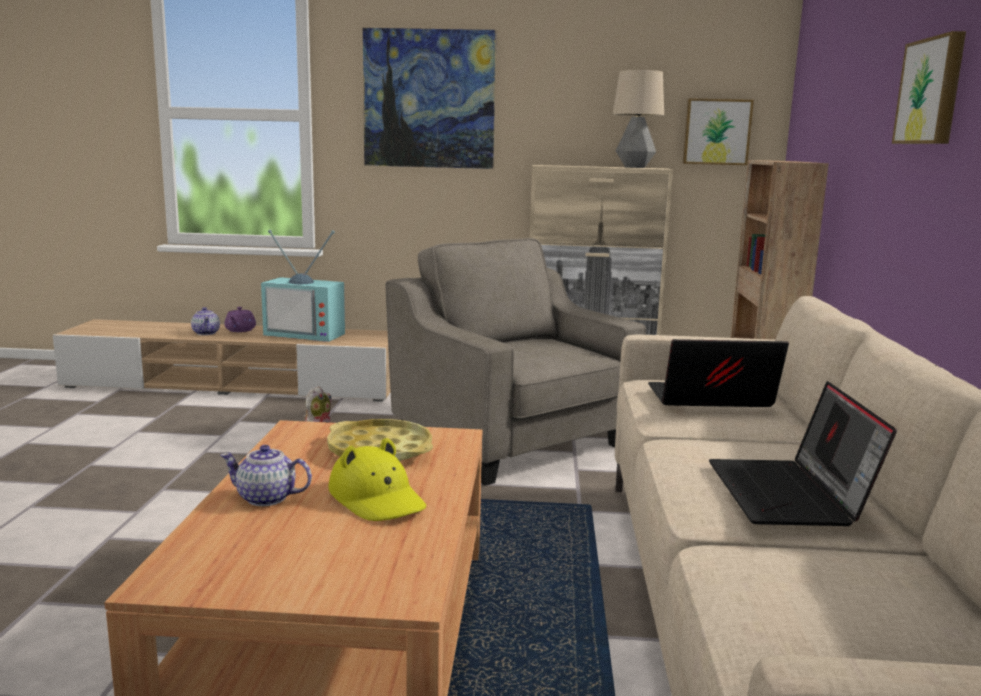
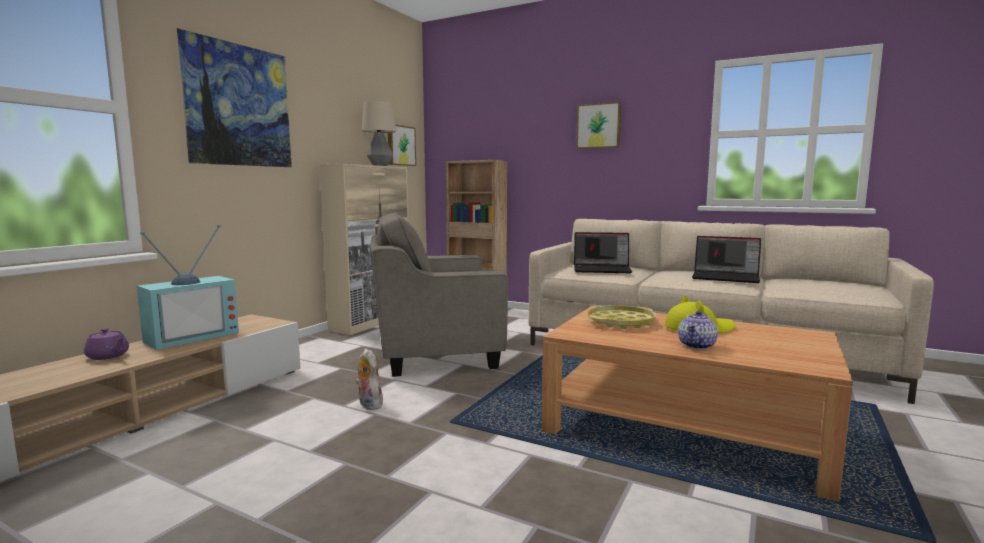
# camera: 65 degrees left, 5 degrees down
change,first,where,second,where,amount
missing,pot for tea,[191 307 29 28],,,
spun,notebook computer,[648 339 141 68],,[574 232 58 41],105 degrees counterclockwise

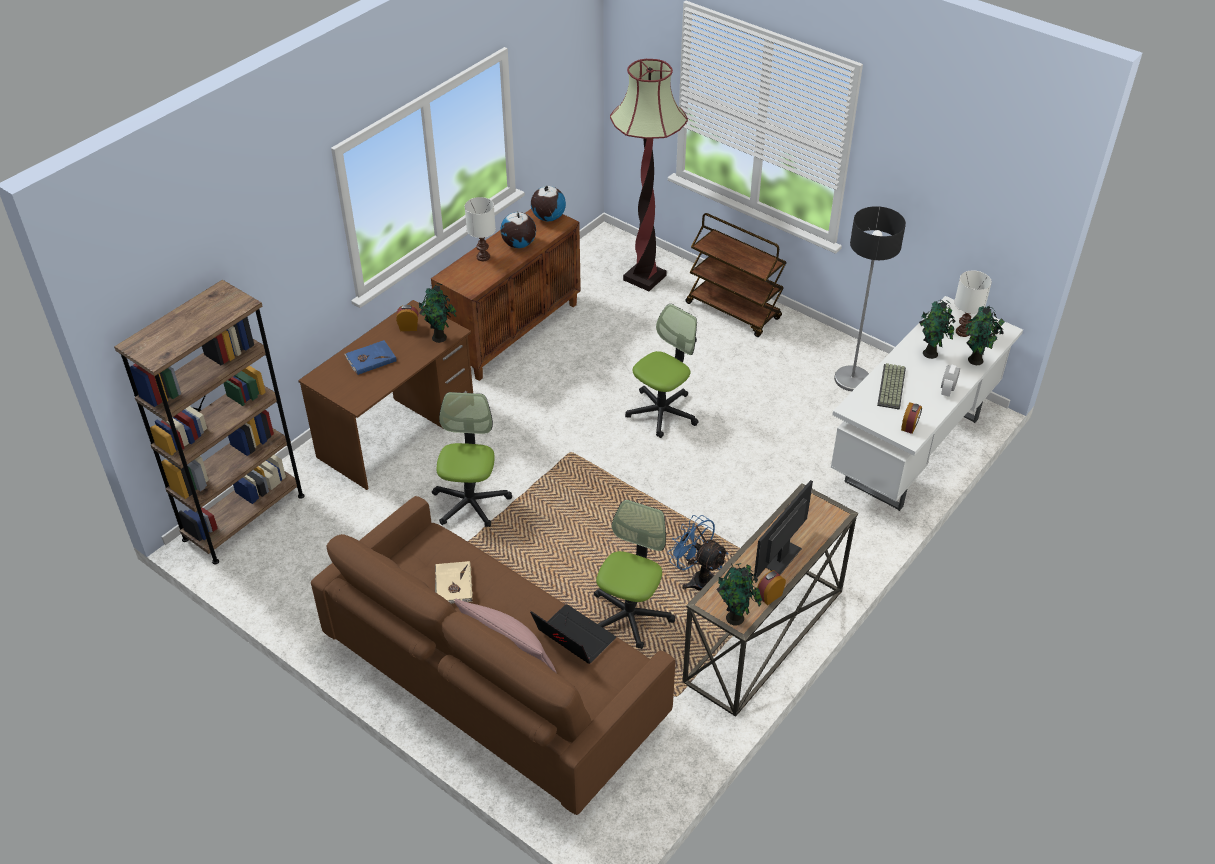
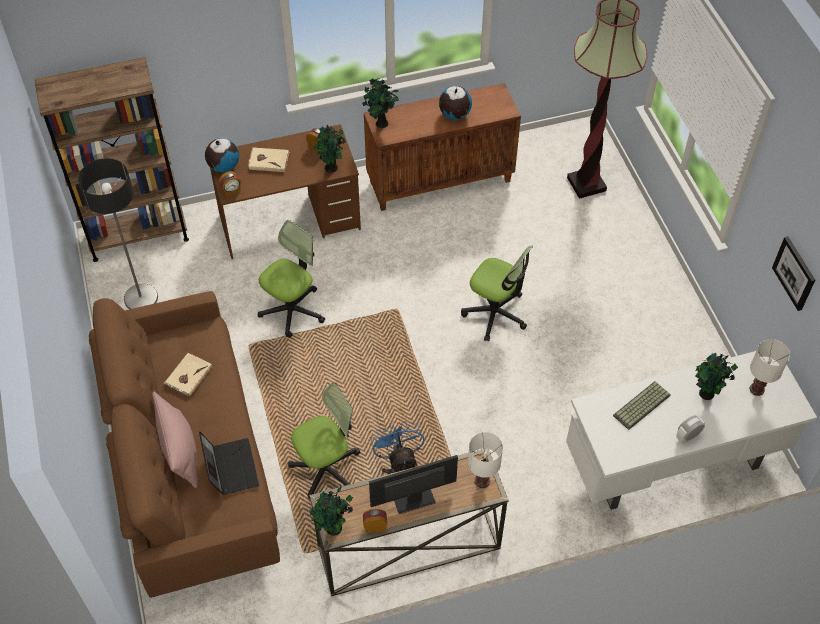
# camera: 35 degrees right, 10 degrees up
change,first,where,second,where,amount
missing,wheeled cart in brownish,[685 213 102 124],,,
appeared,,,wall picture,[772 236 43 75],
relocated,table lamp in white-coloured,[465 197 31 64],,[468 432 35 56],
relocated,world globe,[531 185 35 36],,[205 138 34 34],
relocated,floor lamp,[834 206 72 185],,[78 158 80 151],
relocated,table clock,[901 403 21 31],,[219 171 22 25],
relocated,potted plant,[965 306 40 59],,[362 78 37 50],
colour,volume in blue-coloured,[344 340 53 35],volume in sand-coloured,[248 147 41 25],
spun,desk chair,[625 304 74 134],,[461 245 72 96],45 degrees clockwise

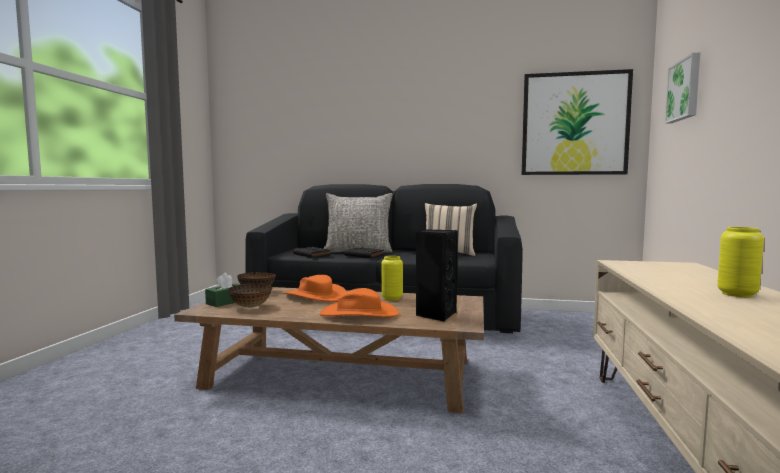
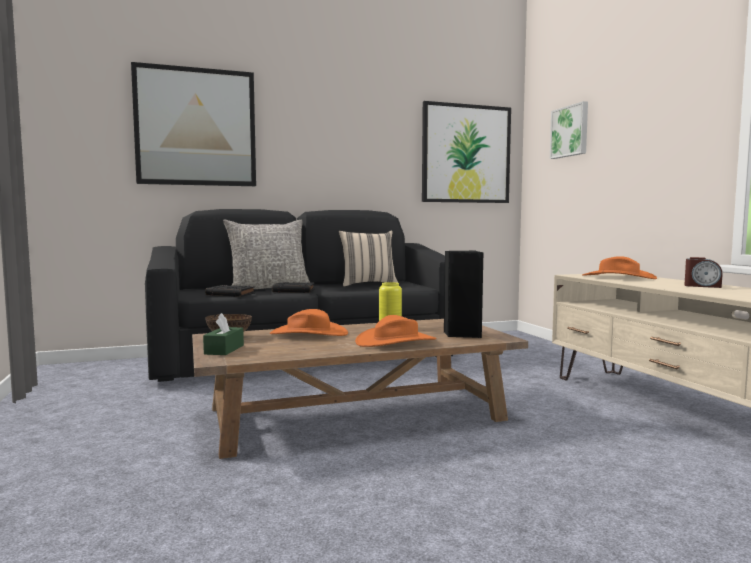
# camera: 30 degrees left, 0 degrees up
change,first,where,second,where,amount
missing,serving bowl,[228 283 44 25],,,
appeared,,,wall picture,[131 62 125 124],
appeared,,,hat in orange,[582 256 75 23],
exchanged,flower vase in yellow,[717 227 47 70],table clock,[684 257 38 31],

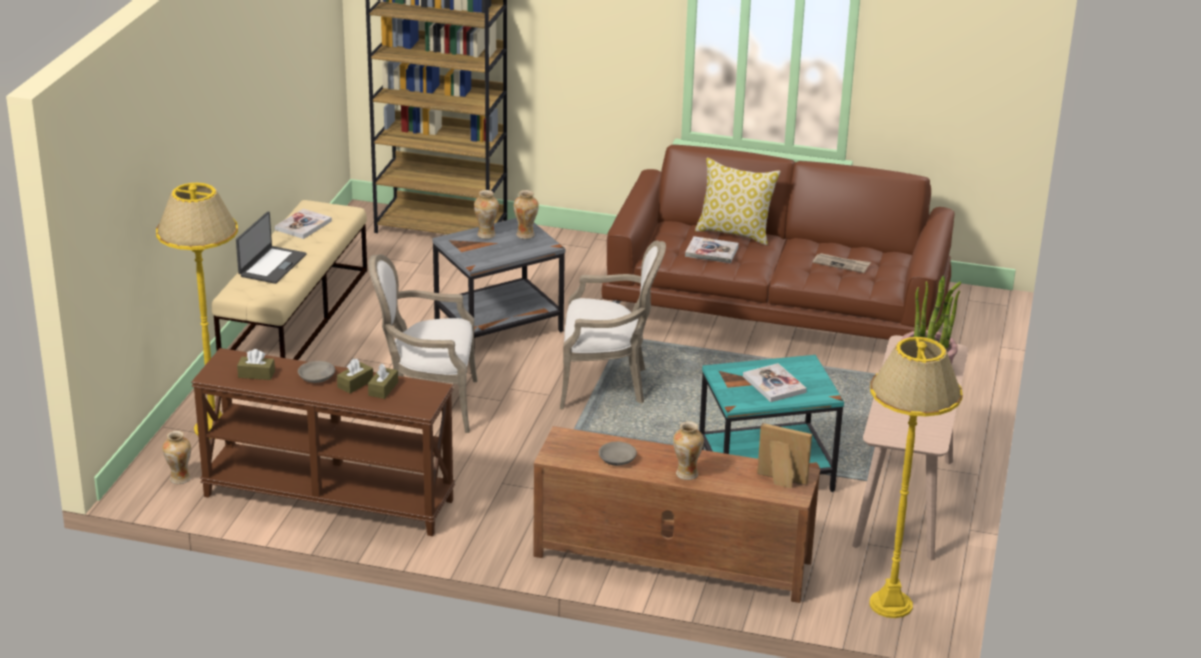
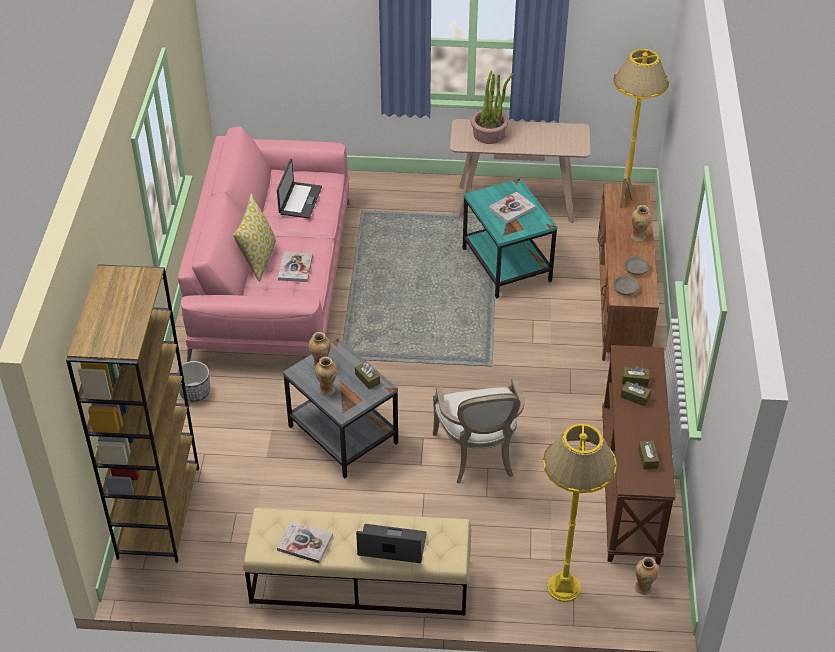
# camera: 100 degrees left, 15 degrees up
change,first,where,second,where,amount
missing,easy chair,[560 240 106 169],,,
appeared,,,flower pot,[175 361 35 41],
appeared,,,box of tissues in brownish,[355 362 25 27],
relocated,serving bowl in gray,[298 361 37 22],,[613 276 26 19],
exchanged,printed paper,[813 253 58 20],notebook computer,[277 159 45 59],
colour,settee in brownish,[601 145 353 195],settee in pink,[178 126 172 236],

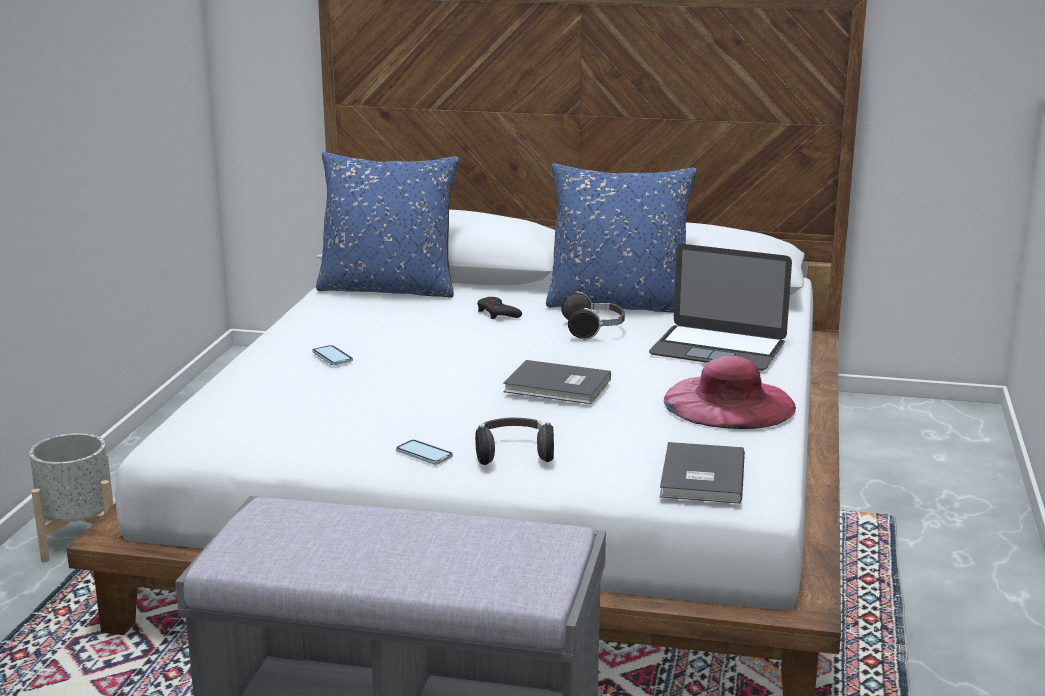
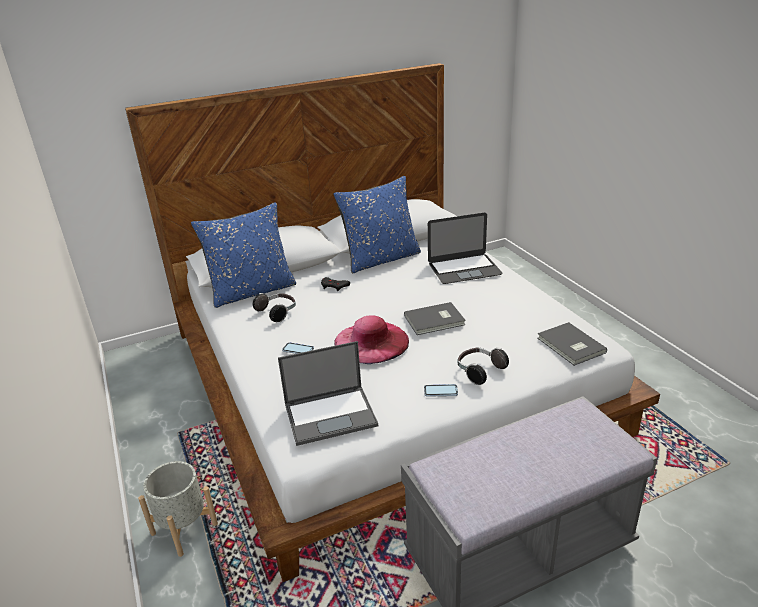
# camera: 35 degrees left, 10 degrees up
change,first,where,second,where,amount
appeared,,,notebook computer,[278 341 100 105],
relocated,headphones,[561 291 64 49],,[253 293 43 29],
relocated,hat in pink,[664 356 132 73],,[334 315 75 49],

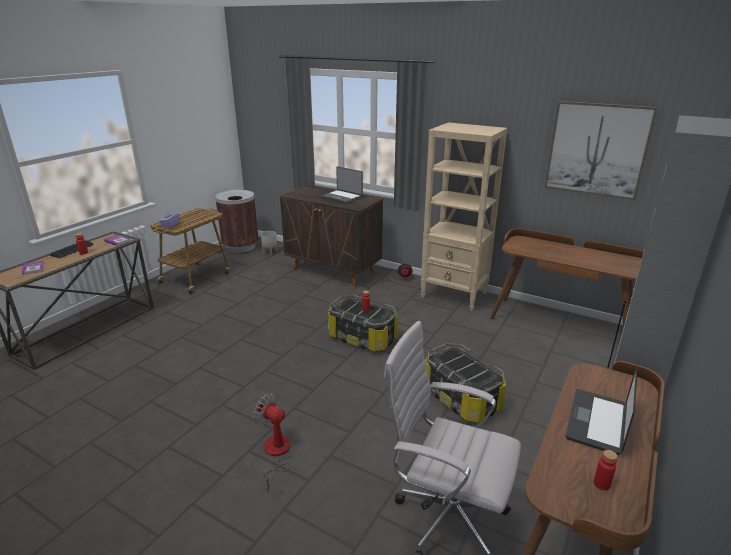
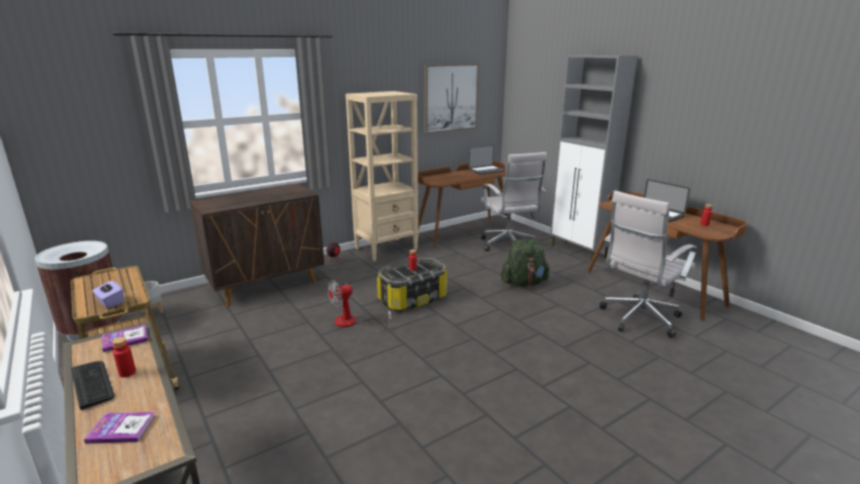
# camera: 65 degrees left, 5 degrees down
change,first,where,second,where,amount
appeared,,,desk chair in white-coloured,[481 152 66 99],
relocated,electric fan,[253 393 39 98],,[328 280 63 52],
relocated,notebook computer,[322 166 41 38],,[469 145 36 30],
exchanged,storage bin,[425 343 81 79],knapsack in green-coloured,[501 239 49 48],

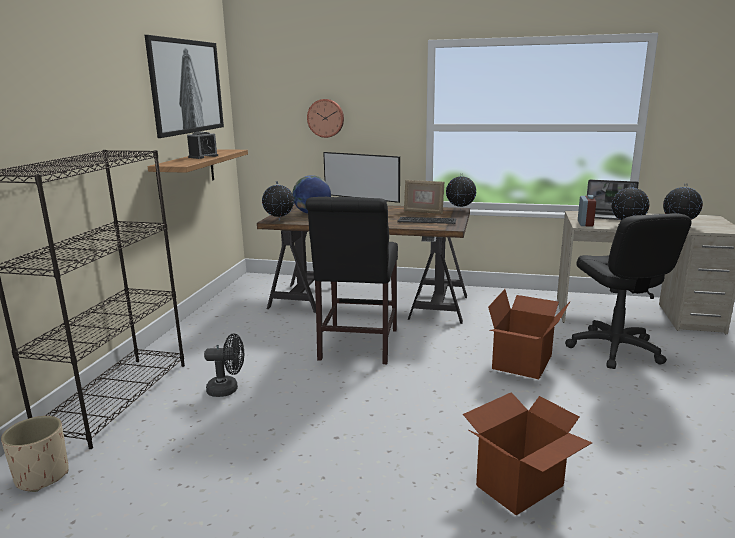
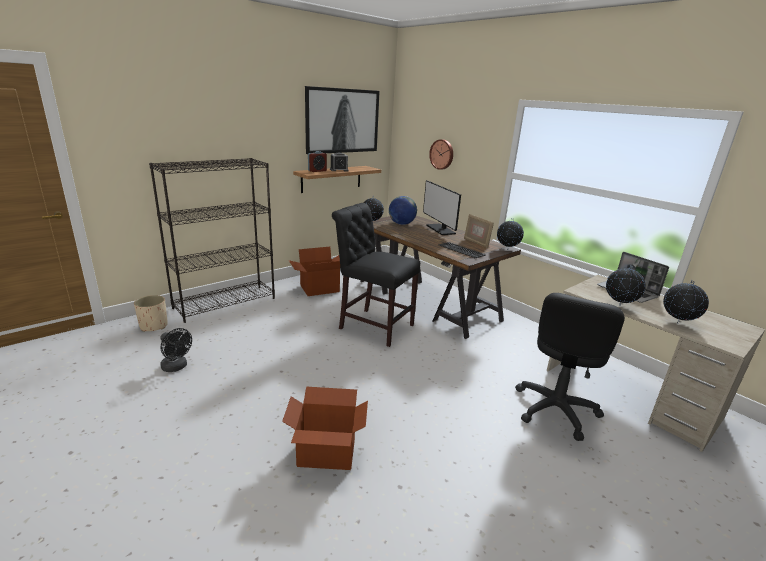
# camera: 35 degrees right, 5 degrees up
change,first,where,second,where,amount
relocated,electric fan in black-coloured,[204 333 40 64],,[160 328 32 44],
relocated,carton,[488 289 82 90],,[288 247 52 49],
relocated,table clock,[578 195 18 32],,[308 151 19 21],
spun,upright chair in black-coloured,[306 197 92 167],,[332 203 88 144],75 degrees clockwise

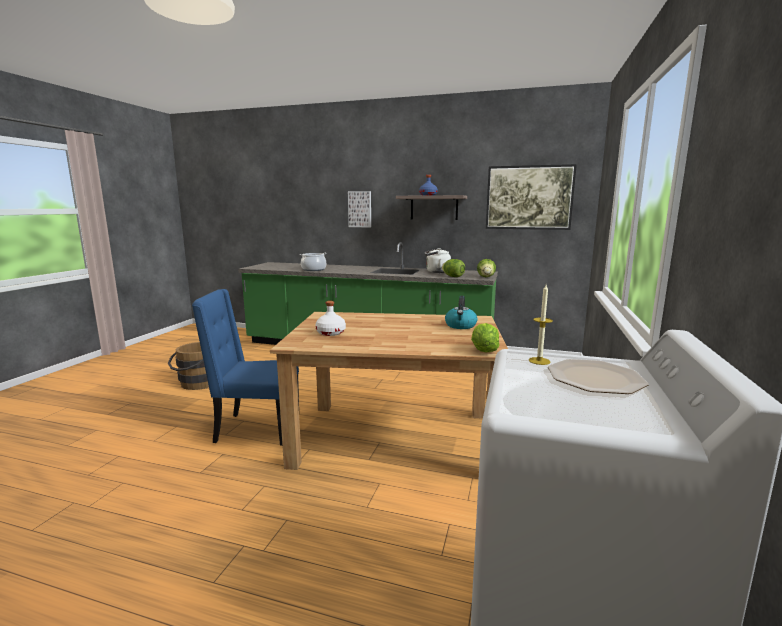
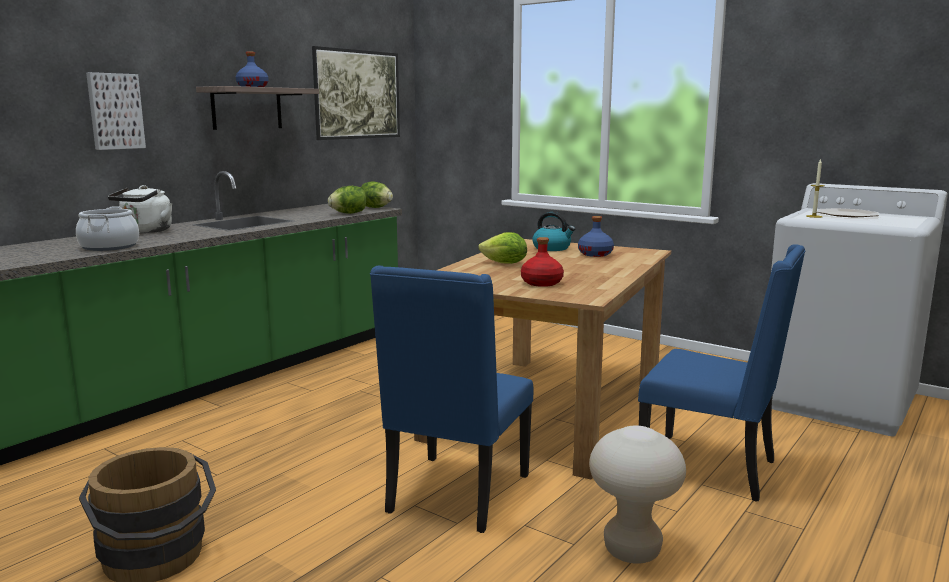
# camera: 70 degrees left, 0 degrees up
change,first,where,second,where,amount
appeared,,,beverage bottle in blue-coloured,[578 216 36 41],
appeared,,,sitting stool in sand-coloured,[589 426 97 138],
appeared,,,upright chair in blue-coloured,[638 244 168 257],
relocated,water kettle in white-coloured,[425 248 26 25],,[108 185 64 48],
relocated,lettuce head,[471 323 29 30],,[478 232 49 32],
colour,beverage bottle in white-coloured,[315 301 31 35],beverage bottle in reddish,[521 237 43 50],

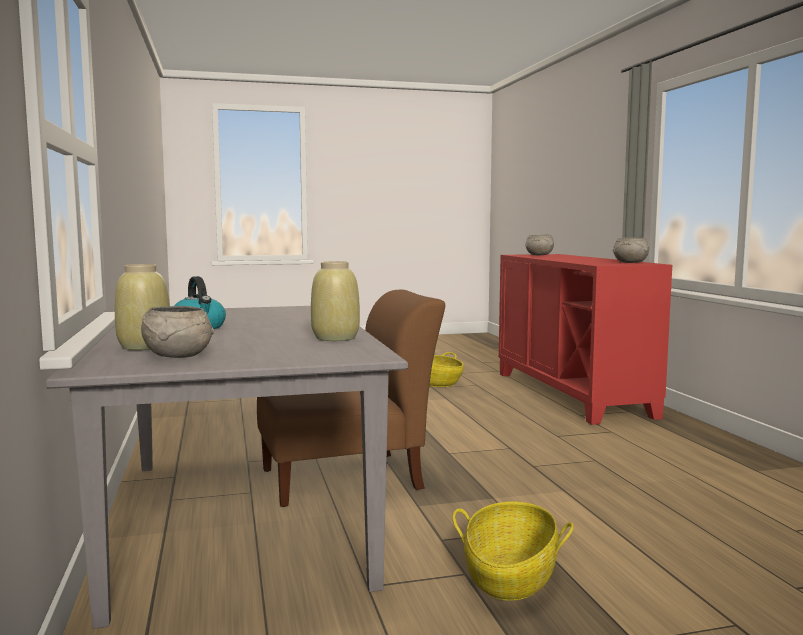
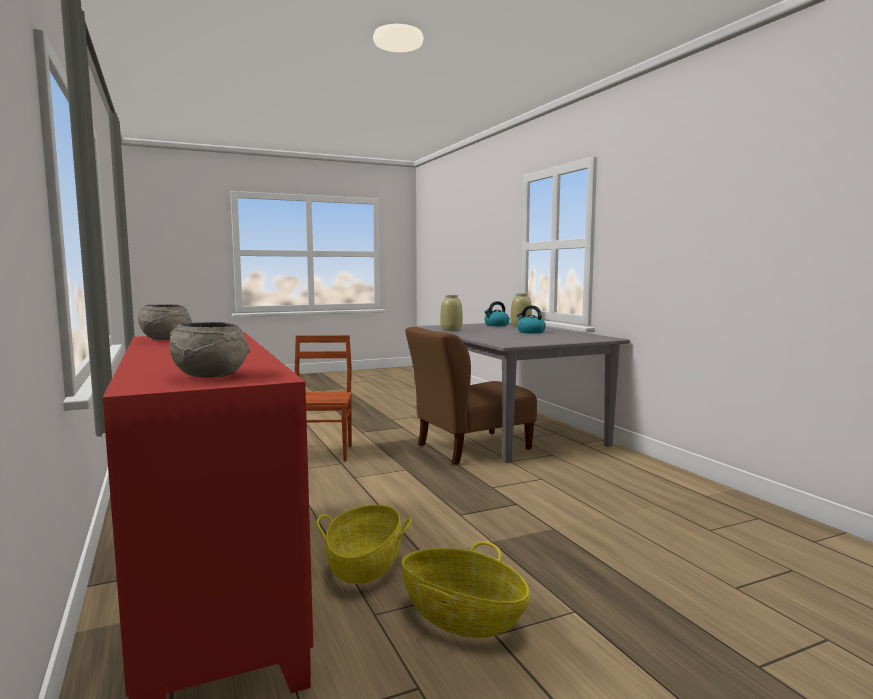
# camera: 170 degrees right, 0 degrees up
change,first,where,second,where,amount
appeared,,,upright chair in brownish,[295 335 57 126],
relocated,storage basket,[452 501 122 100],,[316 505 95 79],
exchanged,serving bowl in gray,[141 306 73 52],water kettle,[484 301 26 25],

